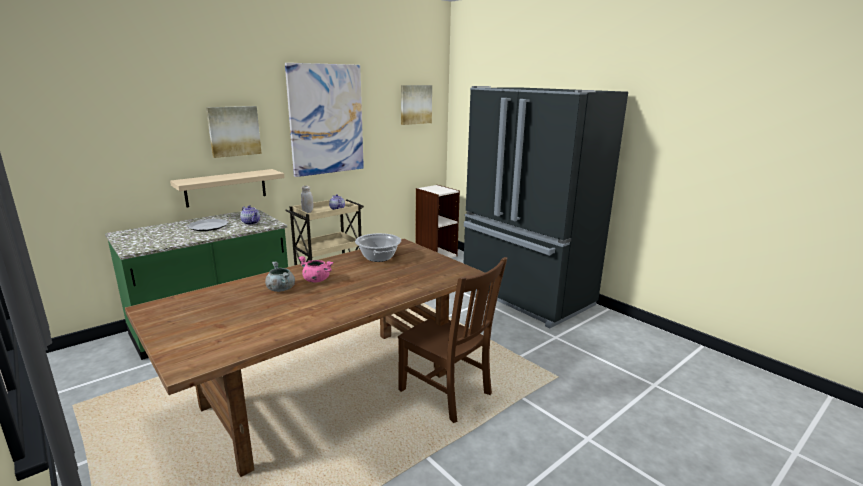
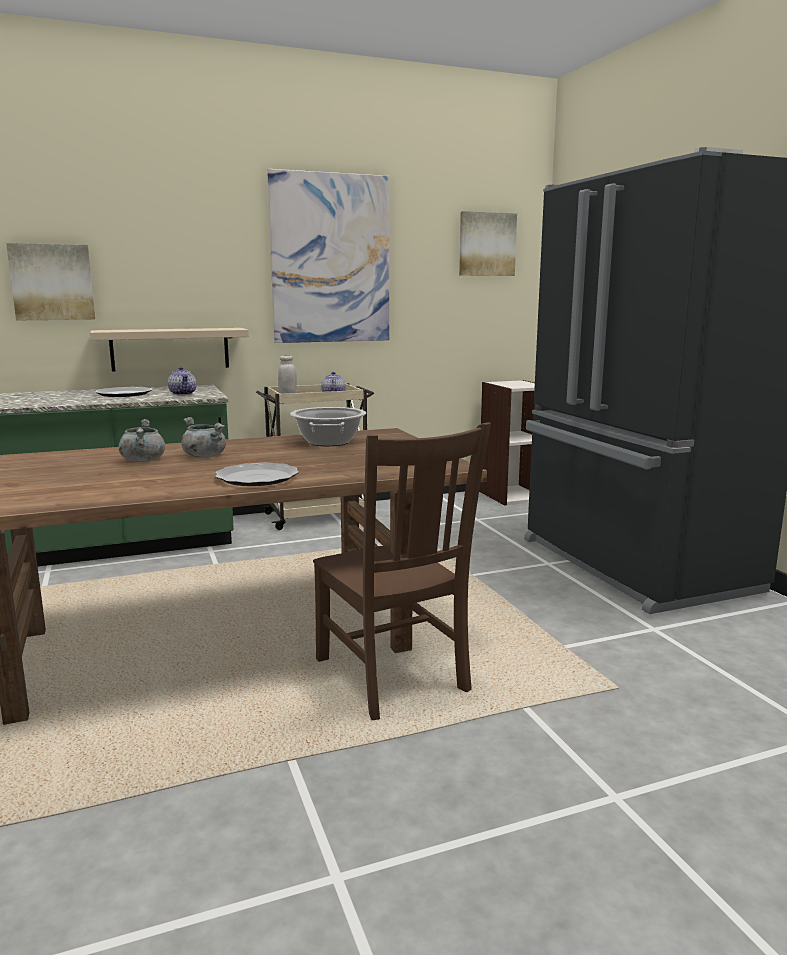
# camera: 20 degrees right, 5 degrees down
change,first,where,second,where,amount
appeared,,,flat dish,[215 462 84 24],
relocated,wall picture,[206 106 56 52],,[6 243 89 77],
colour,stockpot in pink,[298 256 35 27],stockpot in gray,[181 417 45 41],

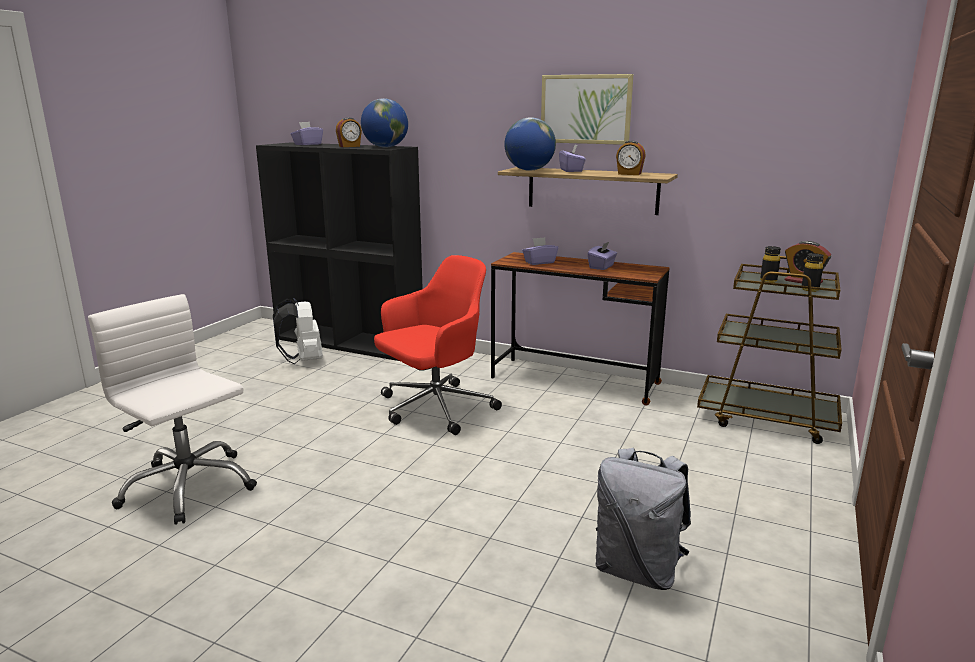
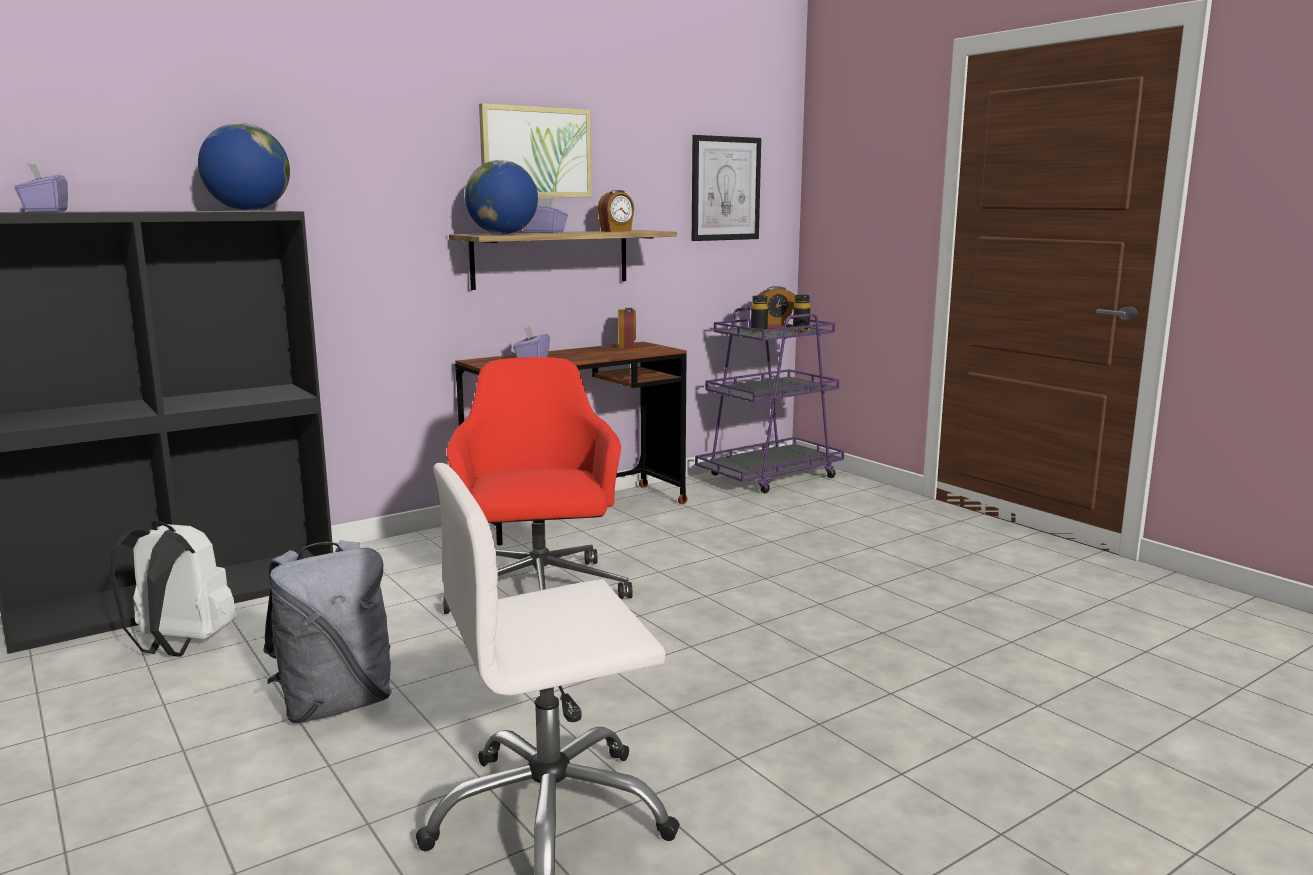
# camera: 60 degrees left, 5 degrees down
change,first,where,second,where,amount
missing,box of tissues in purplish,[588 241 29 29],,,
appeared,,,wall picture,[692 135 69 106],
relocated,table clock,[336 117 26 30],,[618 308 18 40],
relocated,knapsack in gray,[596 448 95 142],,[263 540 129 183],
colour,wheeled cart in brownish,[697 256 145 188],wheeled cart in purplish,[695 307 149 186],

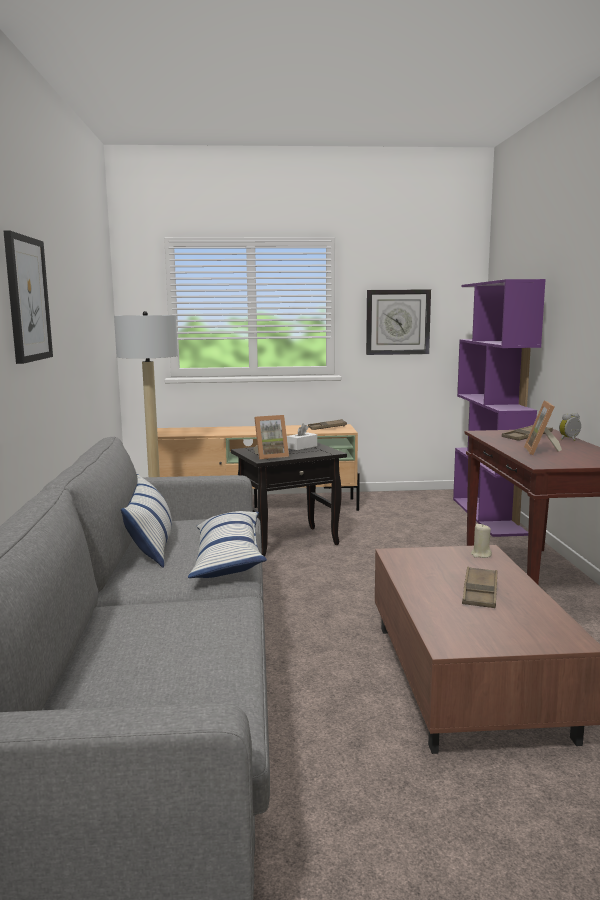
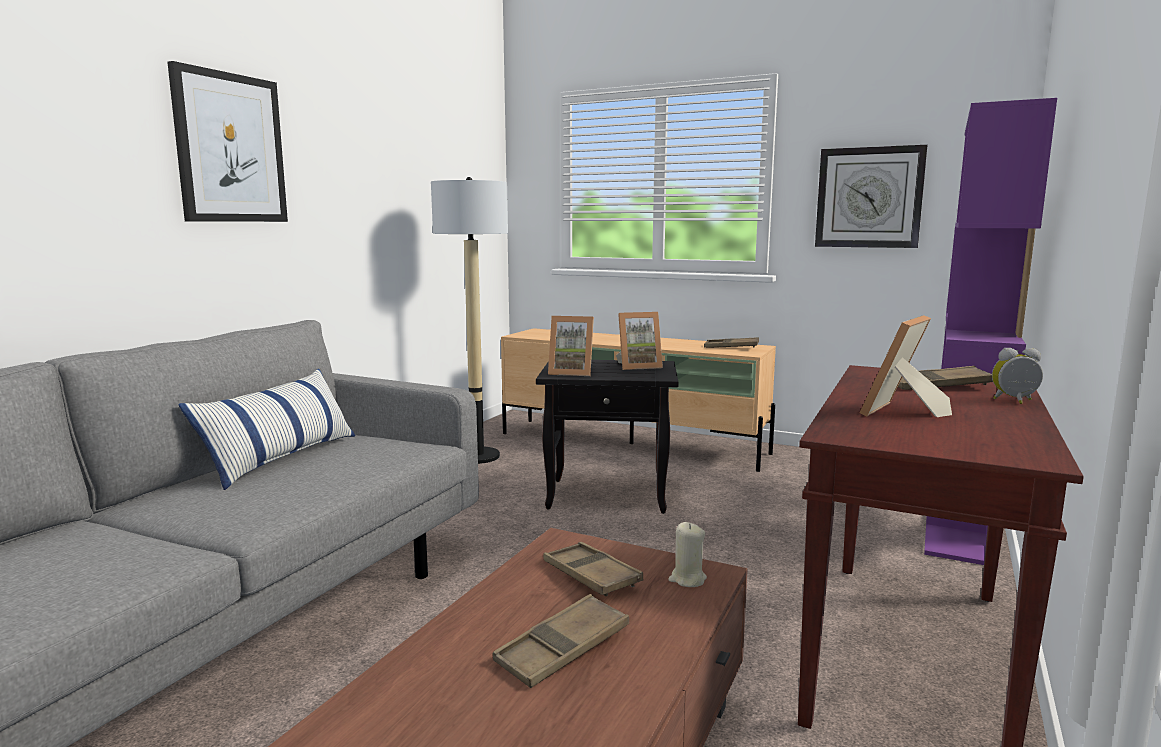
# camera: 30 degrees right, 0 degrees up
change,first,where,second,where,amount
missing,throw pillow,[188 511 79 67],,,
appeared,,,carrying tray in brownish,[543 542 100 54],
exchanged,box of tissues in white-coloured,[287 424 30 26],standing frame,[616 312 47 58],

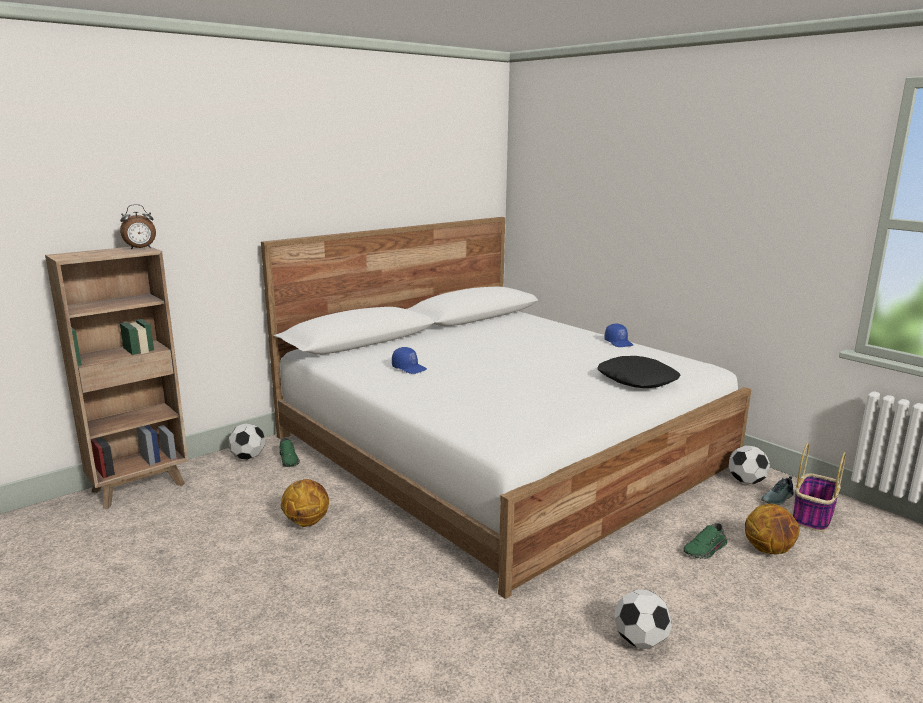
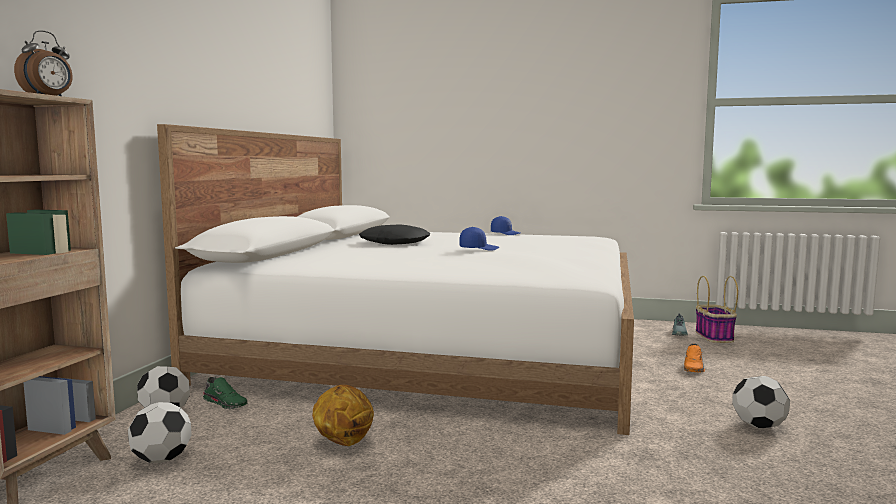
# camera: 35 degrees left, 10 degrees down
change,first,where,second,where,amount
missing,ball for basketball,[745 504 54 50],,,
relocated,baseball cap in blue-coloured,[392 347 35 27],,[459 227 40 24],
relocated,throw pillow in black-coloured,[597 356 84 32],,[359 224 71 21],
relocated,football ball,[728 446 42 38],,[128 402 64 61],
colour,low shoe in green-coloured,[684 523 43 36],low shoe in orange,[684 343 21 29],

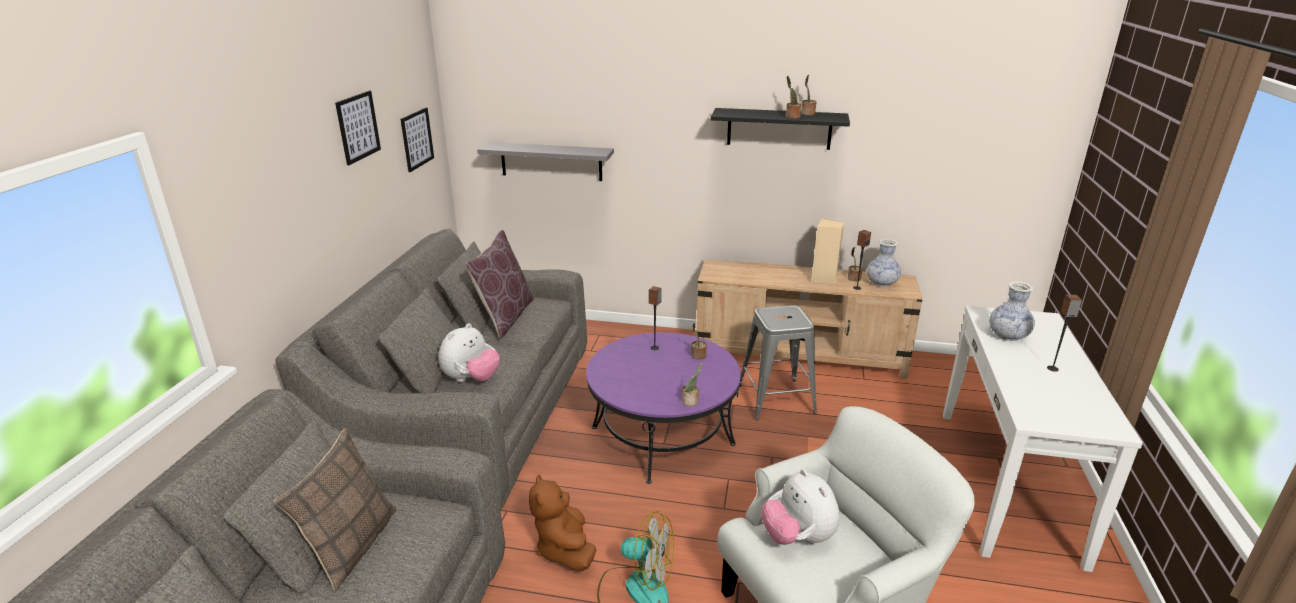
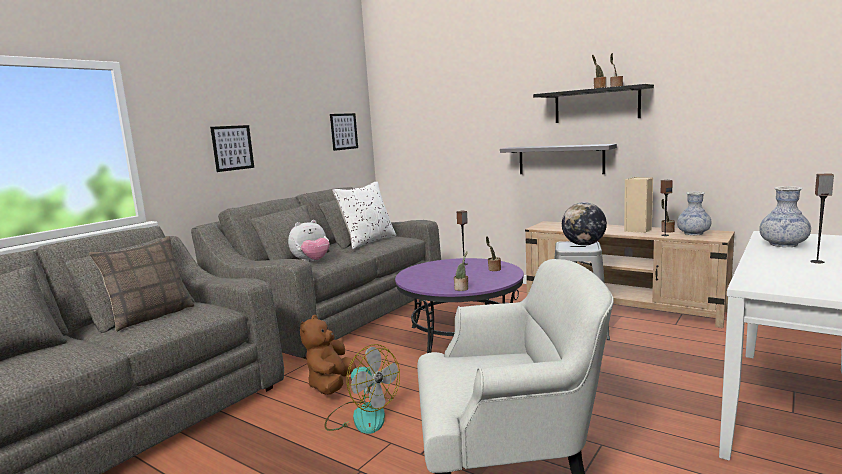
# camera: 25 degrees right, 15 degrees down
change,first,where,second,where,amount
missing,soft toy,[761 469 79 76],,,
appeared,,,world globe,[562 202 45 44],
relocated,wall picture,[335 91 46 74],,[210 125 44 47],
relocated,shelf in gray,[477 142 137 39],,[500 144 117 30],
colour,throw pillow in brownish,[465 230 69 109],throw pillow in white-coloured,[332 182 64 67],

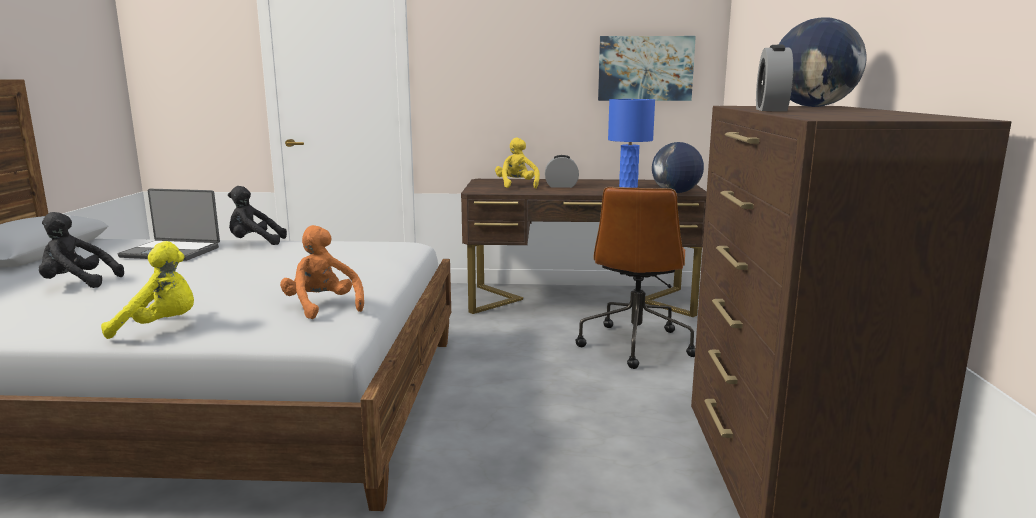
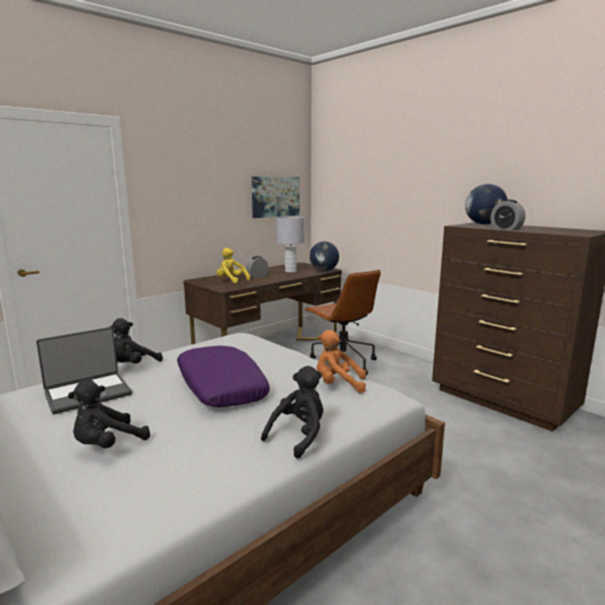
# camera: 45 degrees left, 0 degrees up
change,first,where,second,where,amount
appeared,,,throw pillow in purplish,[177 346 93 61],
colour,soft toy in yellow,[101 241 93 98],soft toy in black-coloured,[261 366 62 93],
colour,table lamp in blue-coloured,[608 99 47 89],table lamp in gray,[276 216 29 56],

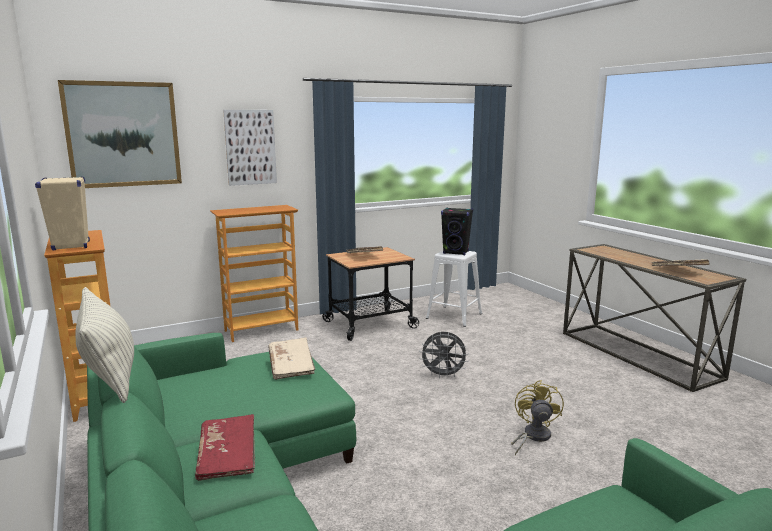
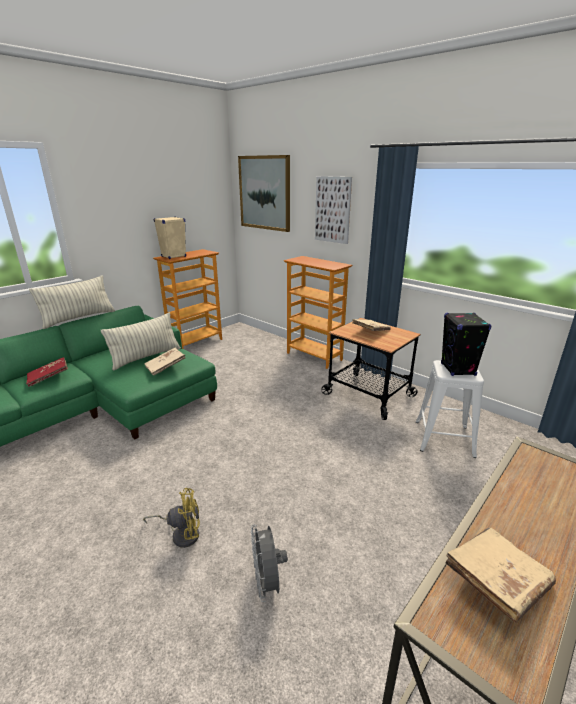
# camera: 70 degrees right, 10 degrees up
change,first,where,second,where,amount
appeared,,,throw pillow,[101 312 80 59],
relocated,electric fan in gray,[419 332 50 47],,[251 524 37 78],

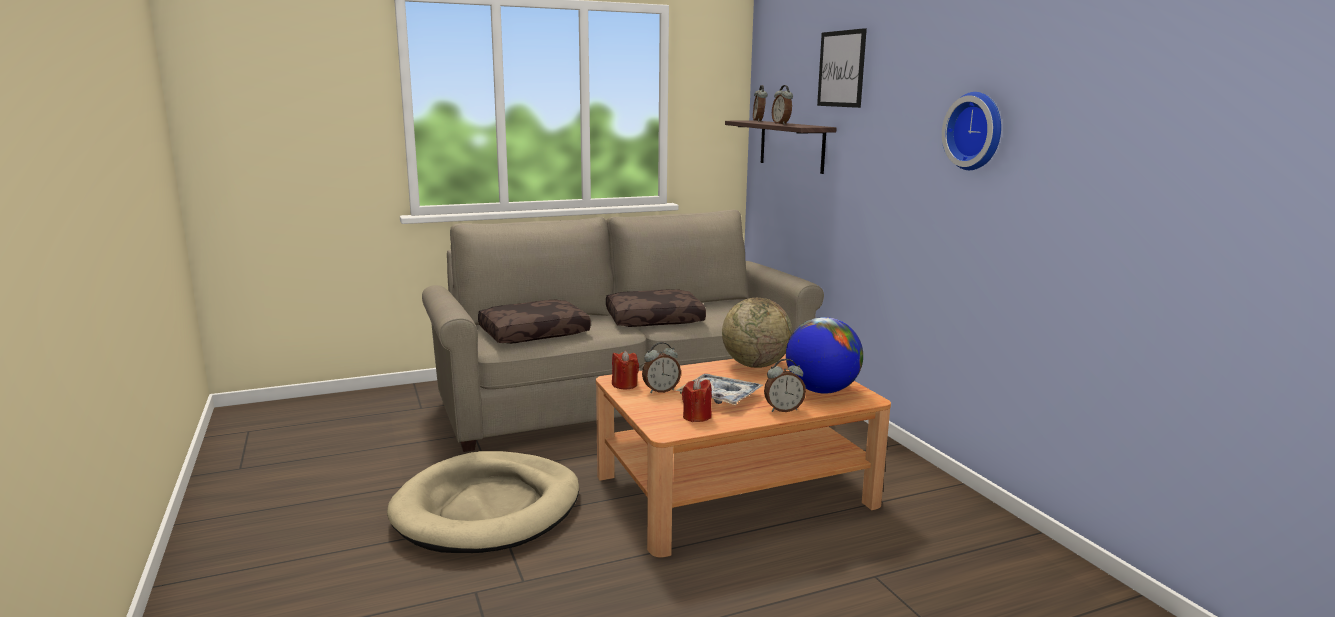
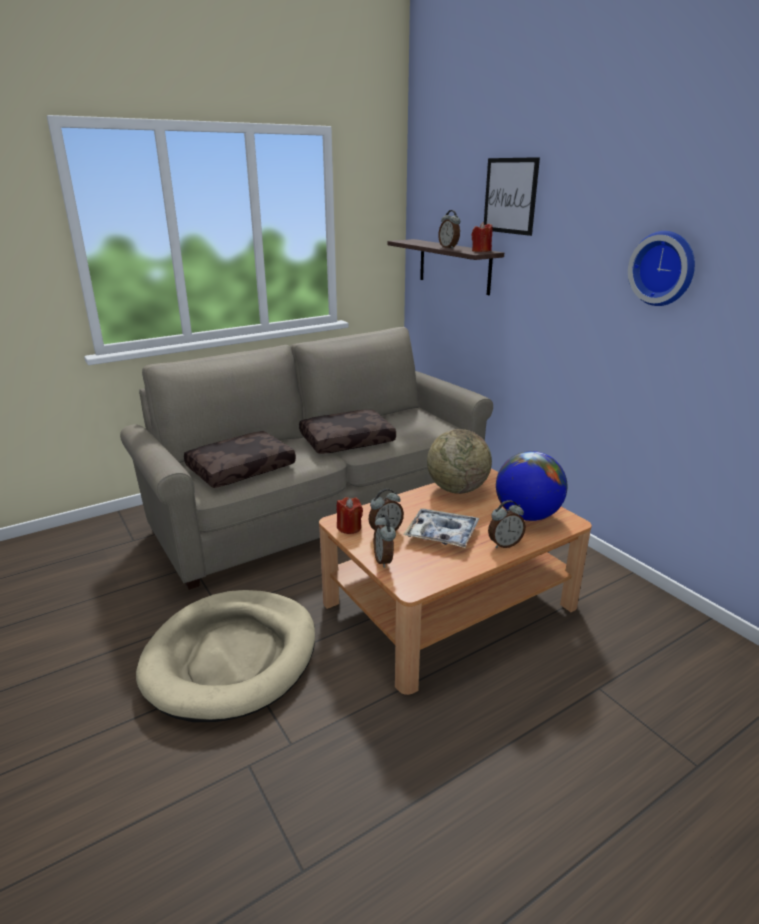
# camera: 10 degrees left, 10 degrees up
change,first,where,second,where,amount
relocated,wax light in reddish,[682 378 30 44],,[471 222 21 30],
relocated,table clock,[753 85 14 37],,[374 515 22 53],

